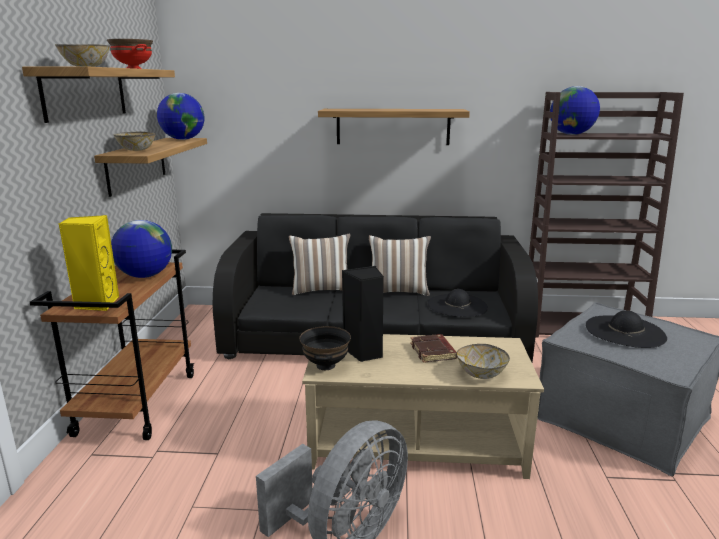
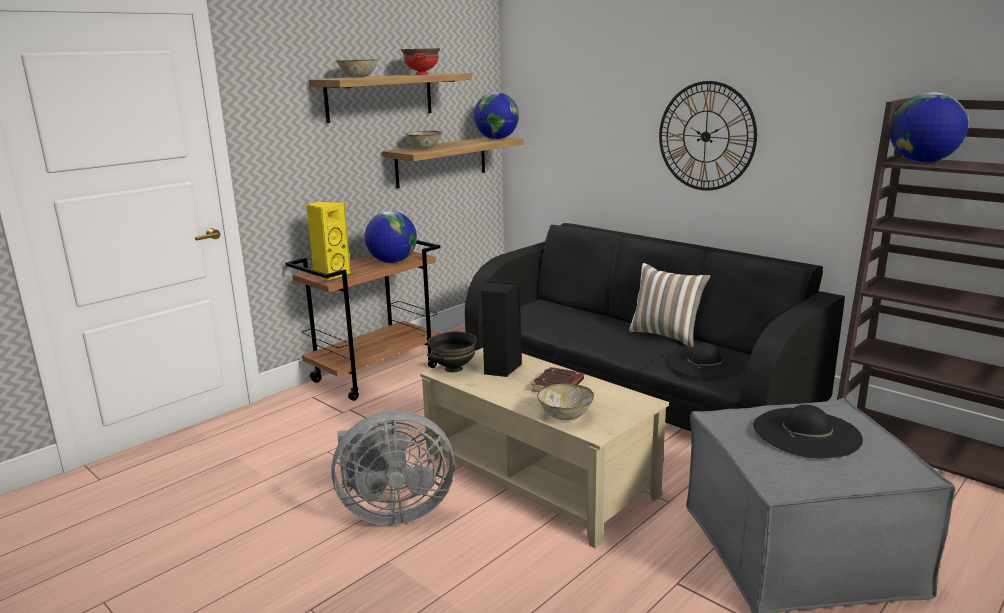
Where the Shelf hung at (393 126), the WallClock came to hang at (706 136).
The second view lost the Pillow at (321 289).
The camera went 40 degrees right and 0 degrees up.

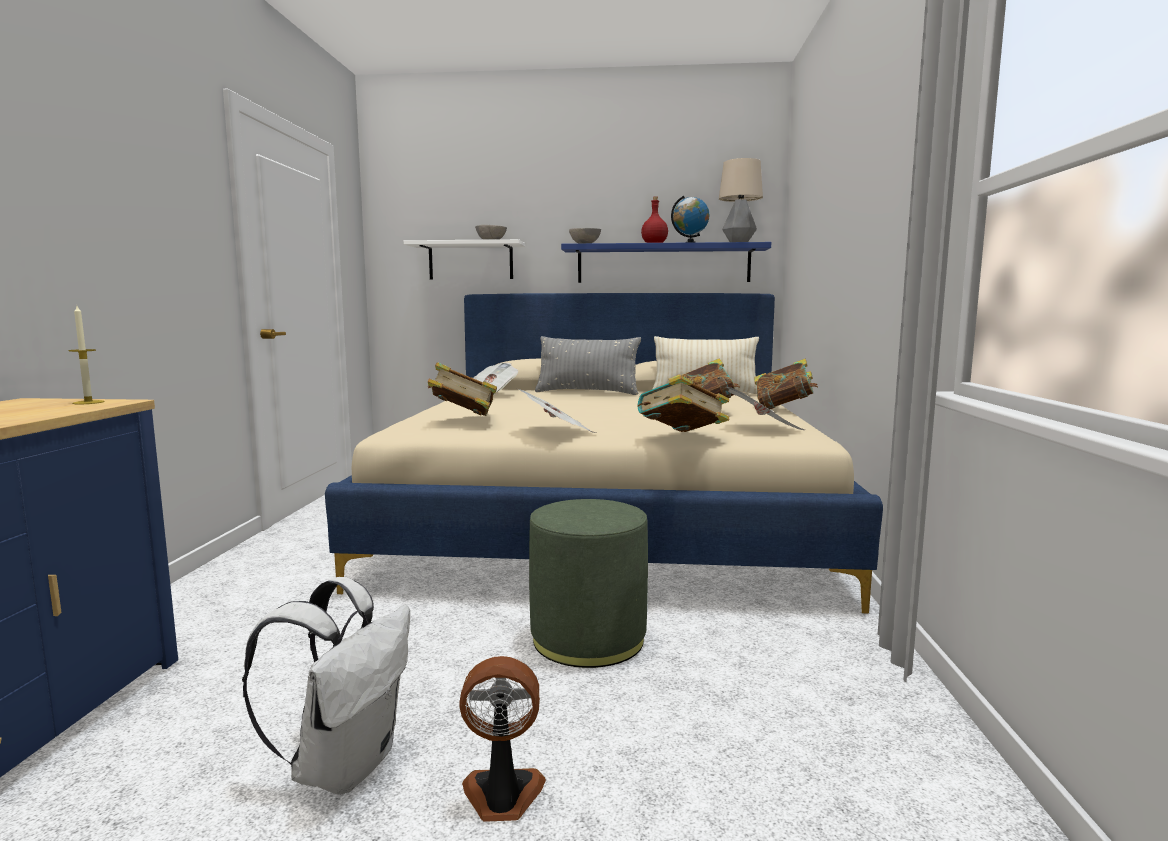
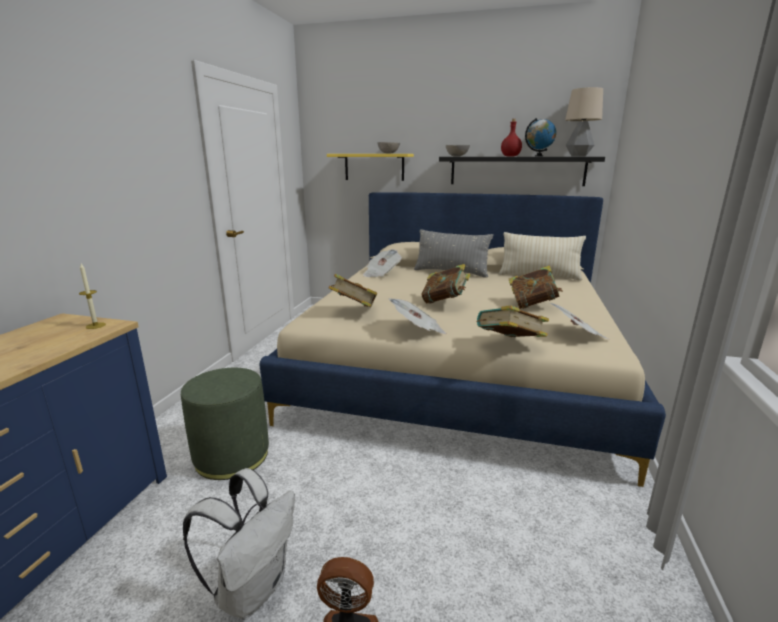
What was the WhiteShelf at (470 261) turned into the YellowShelf at (374 167).
What was the BlueShelf at (663 264) turned into the BlackShelf at (516 171).
The Book ended up elsewhere, having gone from (783 409) to (445 302).
The GreenOttoman ended up elsewhere, having gone from (588 638) to (232 456).
The camera went 10 degrees right and 10 degrees up.

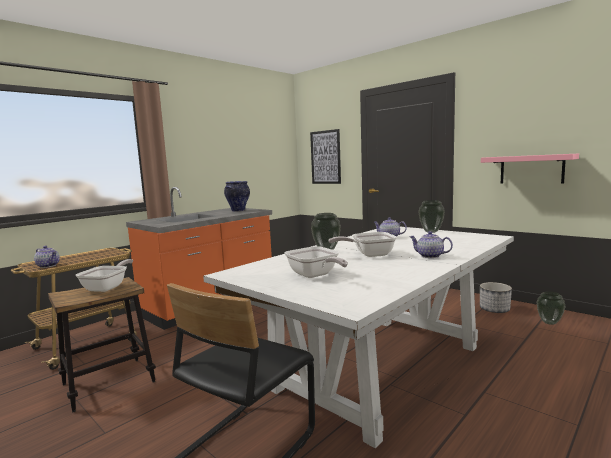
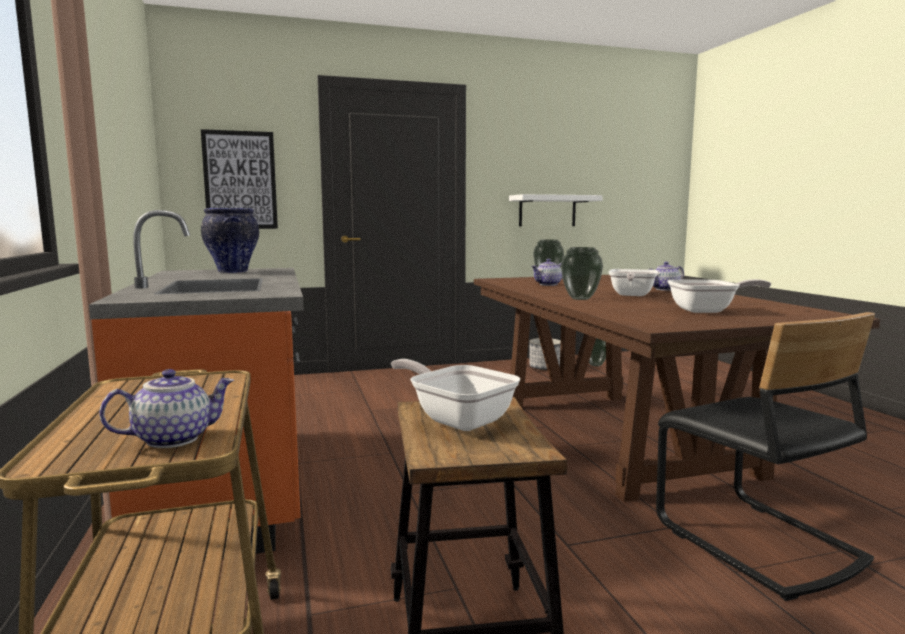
What was the PinkShelf at (531 169) turned into the WhiteShelf at (547 211).
What was the WhiteDiningTable at (380 368) turned into the BrownDiningTable at (620 437).
The camera went 60 degrees left and 0 degrees up.

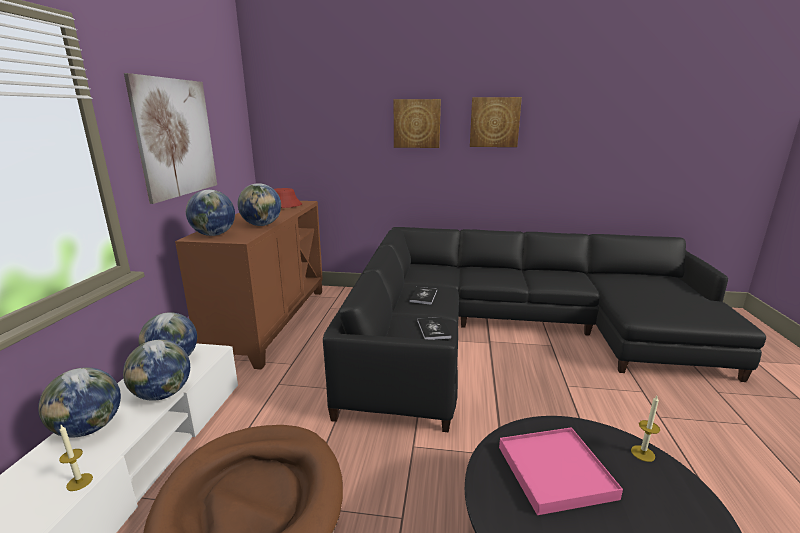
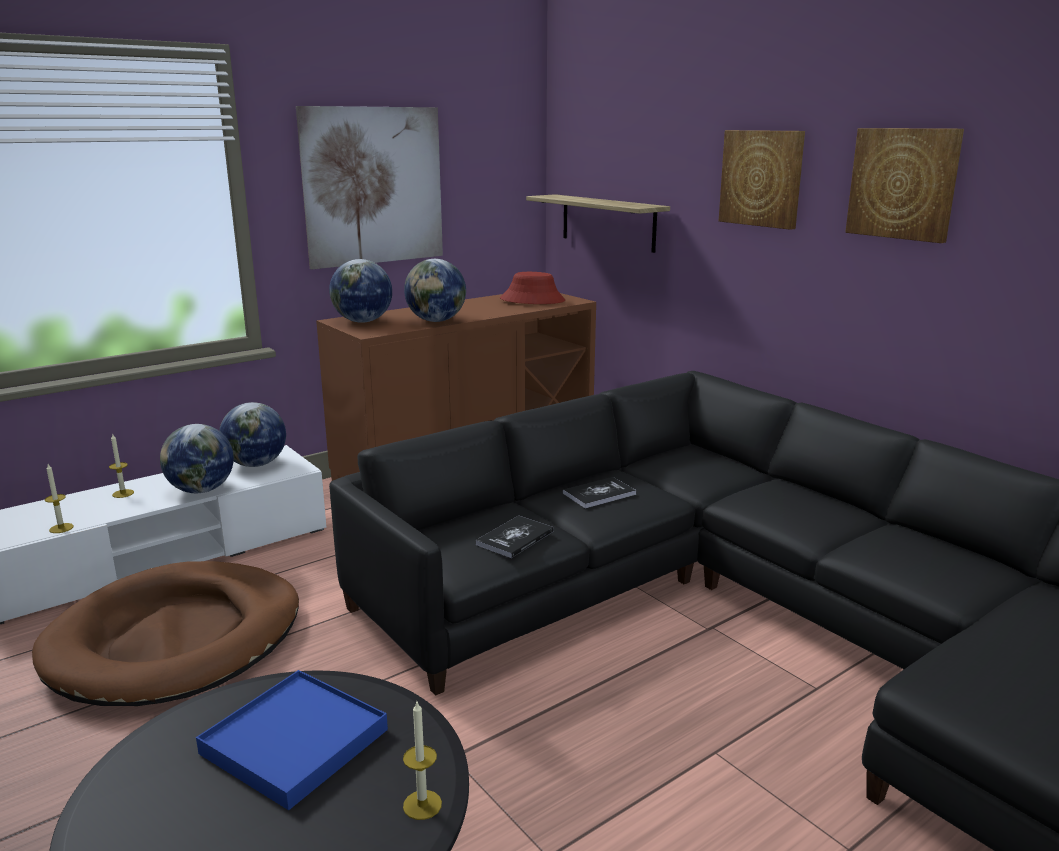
Where the Globe stood at (89 429), the Candle came to stand at (123 493).
What was the PinkTray at (555 472) turned into the BlueTray at (294 742).
The second view gained the Shelf at (607 222).
The camera went 45 degrees right and 0 degrees up.

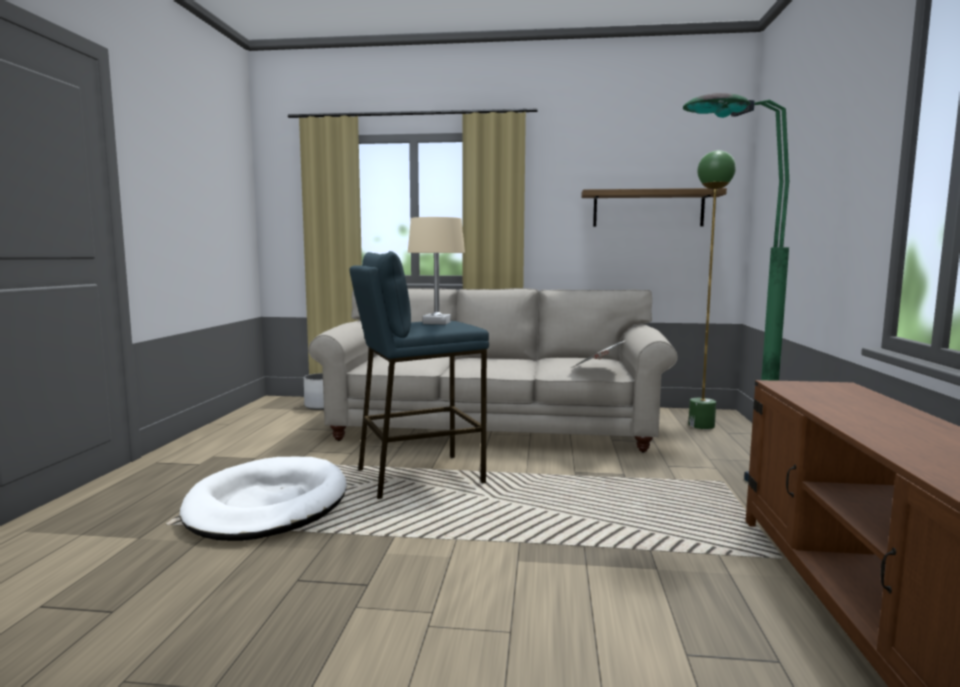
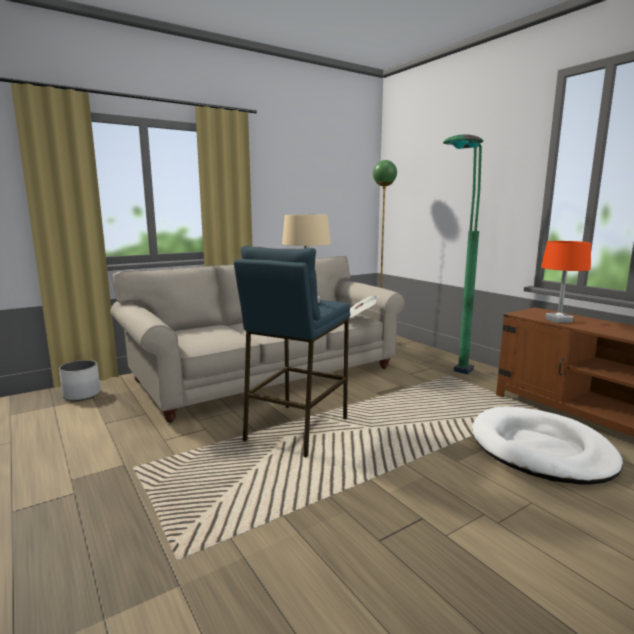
The second view lost the Shelf at (648 209).
The WhiteDogBed ended up elsewhere, having gone from (267 505) to (540 449).
The second view gained the OrangeTableLamp at (558 320).
The camera went 40 degrees left and 5 degrees up.

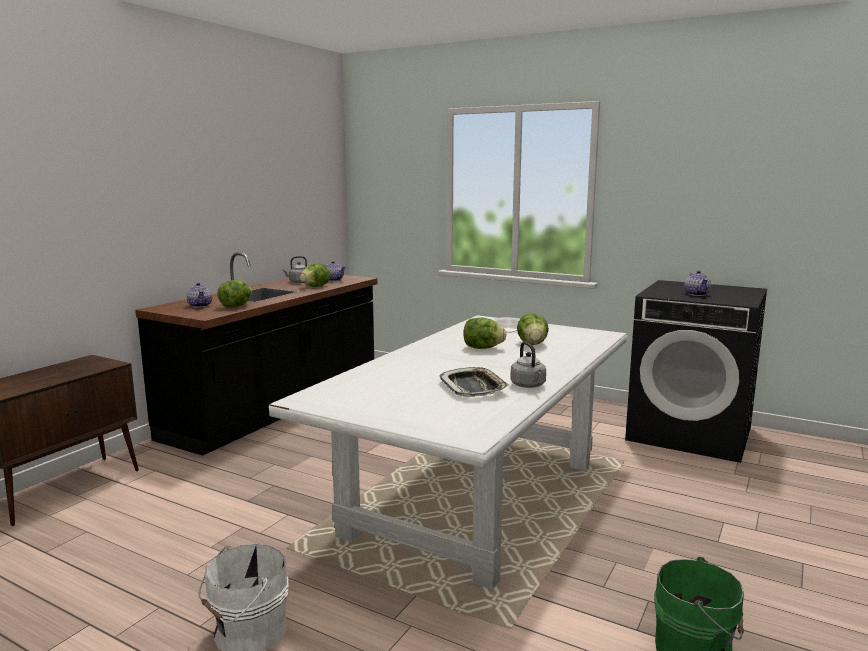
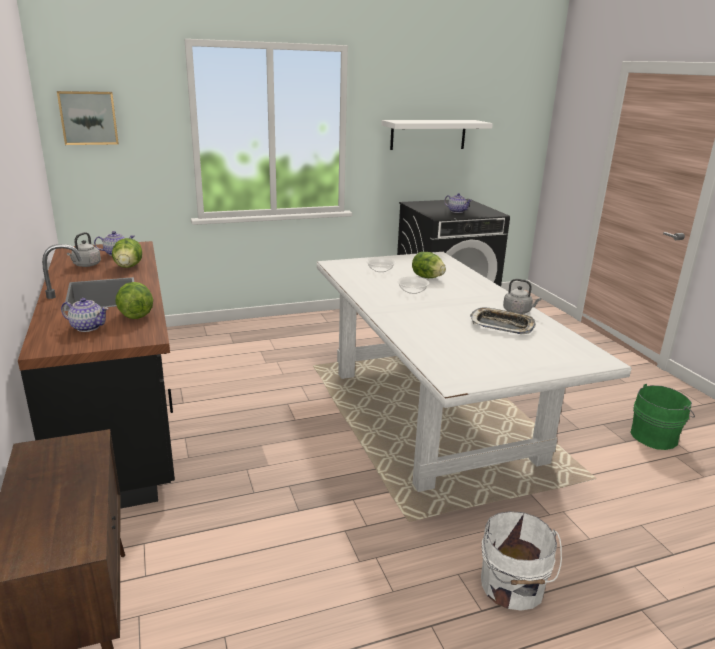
Where the Lettuce stood at (482 348), the Bowl came to stand at (412 291).
The second view gained the Picture at (88 118).
The second view gained the WhiteShelf at (428 134).
The camera went 50 degrees left and 10 degrees up.

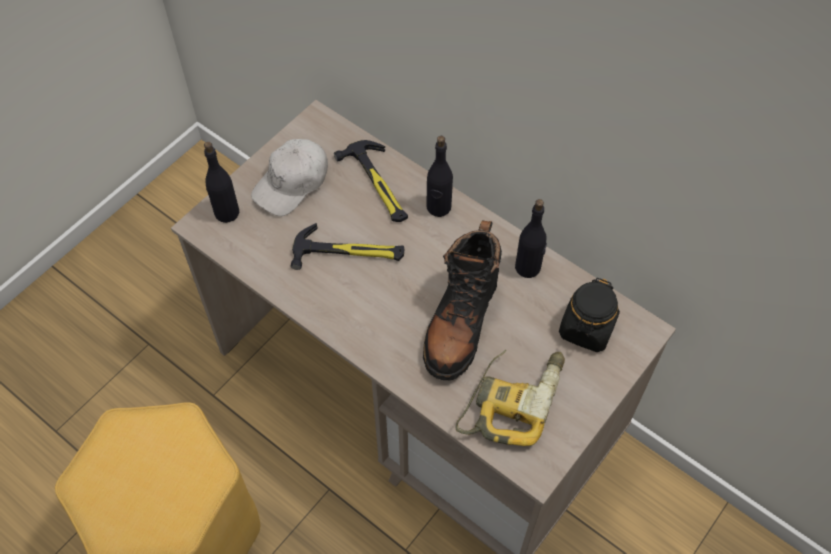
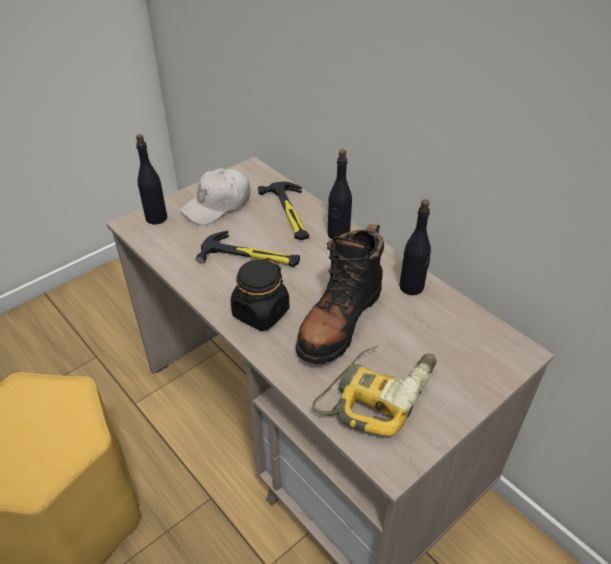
The BlackJar ended up elsewhere, having gone from (587 328) to (260 313).
The camera went 10 degrees right and 15 degrees down.

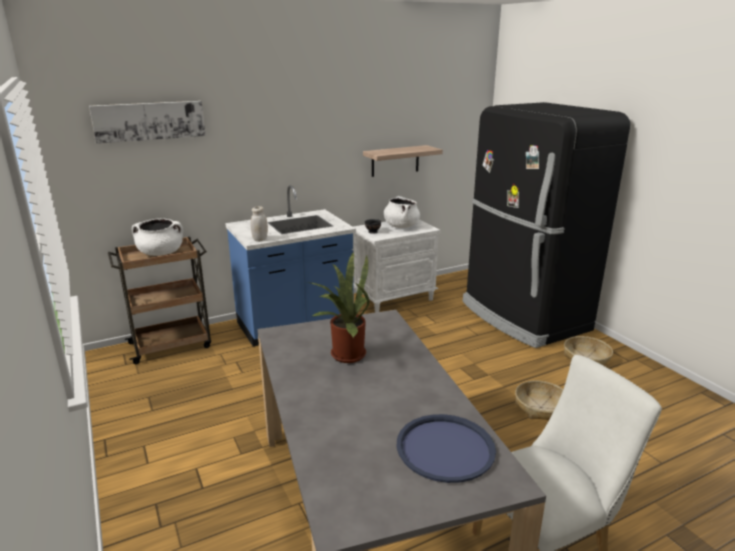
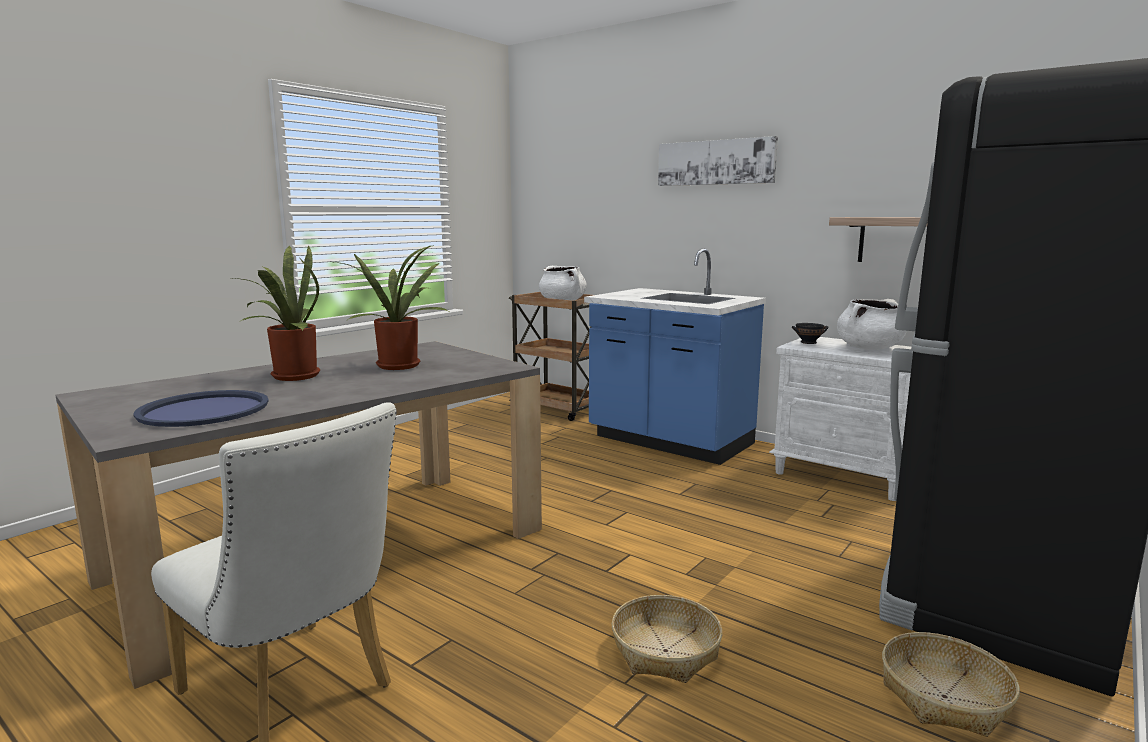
The Picture ended up elsewhere, having gone from (149 121) to (715 162).
The second view lost the WhiteJar at (260 239).
The second view gained the PottedPlant at (290 376).
The camera went 65 degrees right and 10 degrees down.

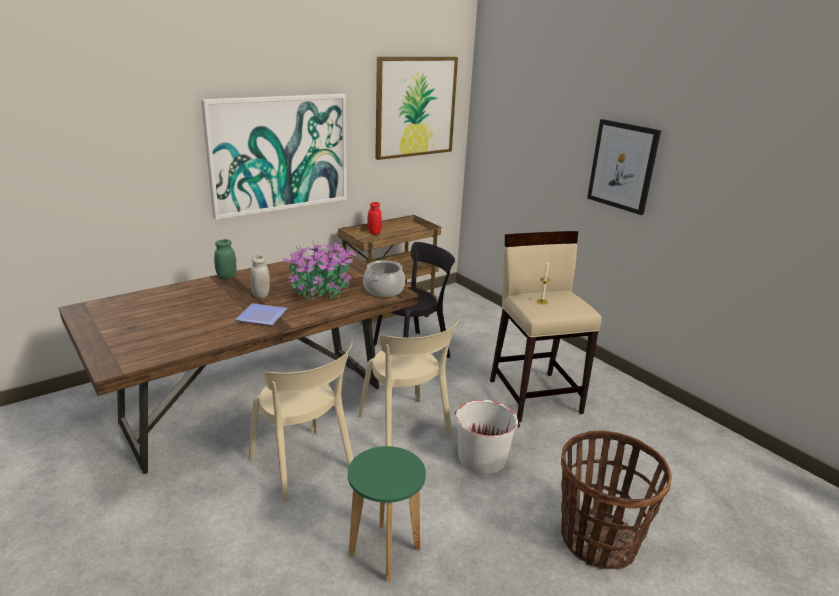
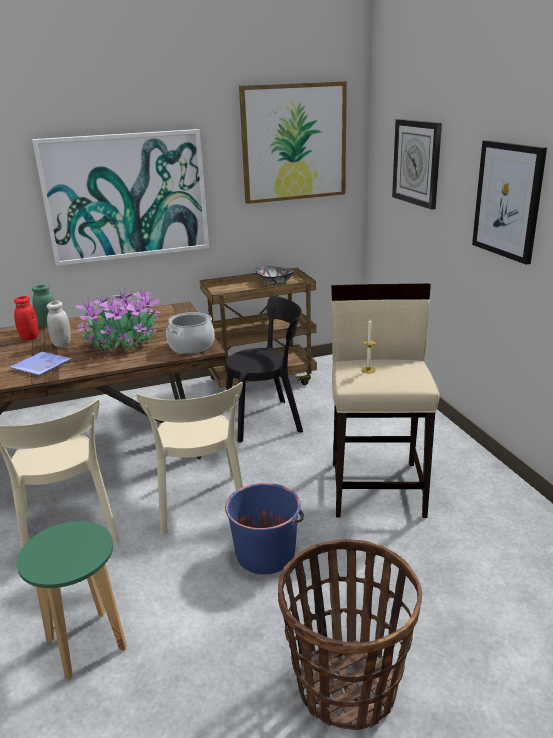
The RedJar ended up elsewhere, having gone from (374 233) to (29 338).
What was the WhiteBucket at (482 457) turned into the BlueBucket at (266 553).
The second view gained the WallClock at (417 162).
The second view gained the Bowl at (275 282).
The camera went 20 degrees right and 0 degrees up.

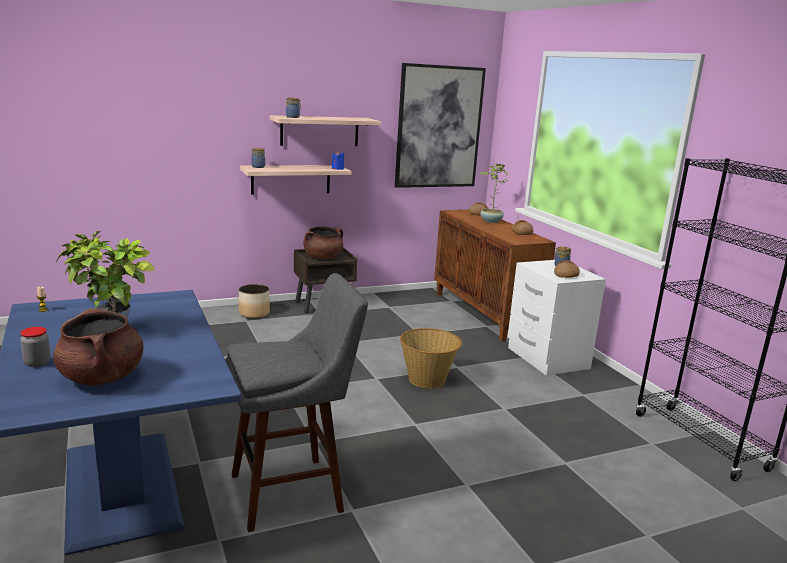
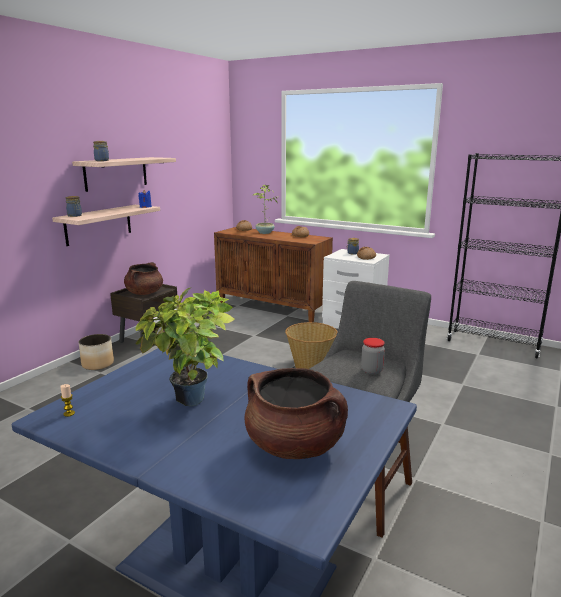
The second view lost the Picture at (438 127).
The Jar ended up elsewhere, having gone from (37 363) to (372 370).
The camera went 35 degrees left and 0 degrees up.

